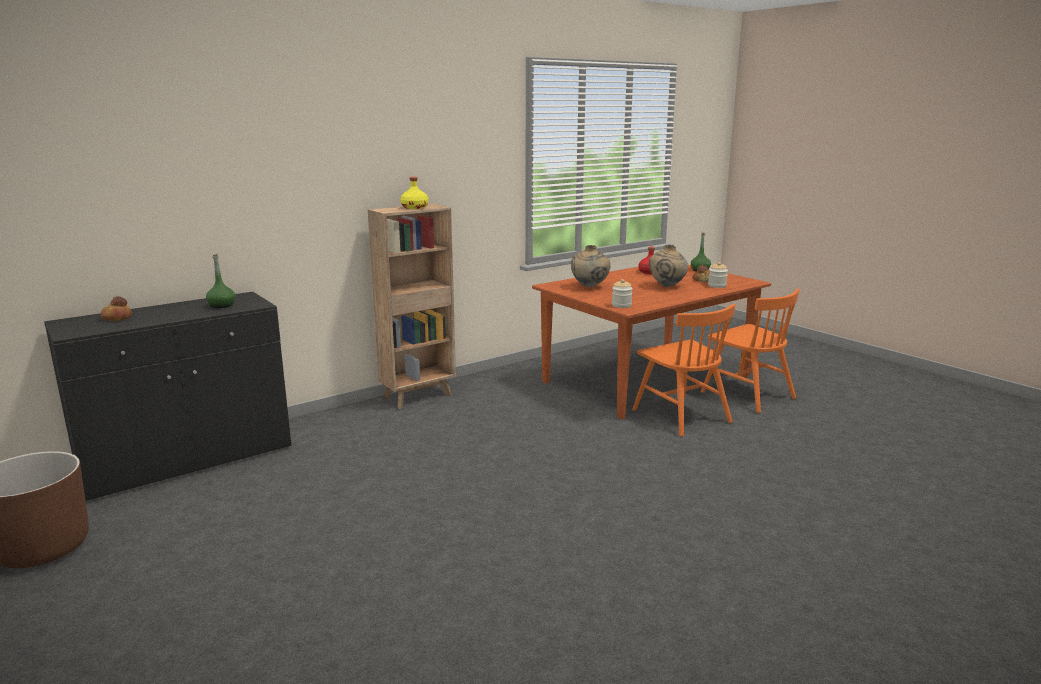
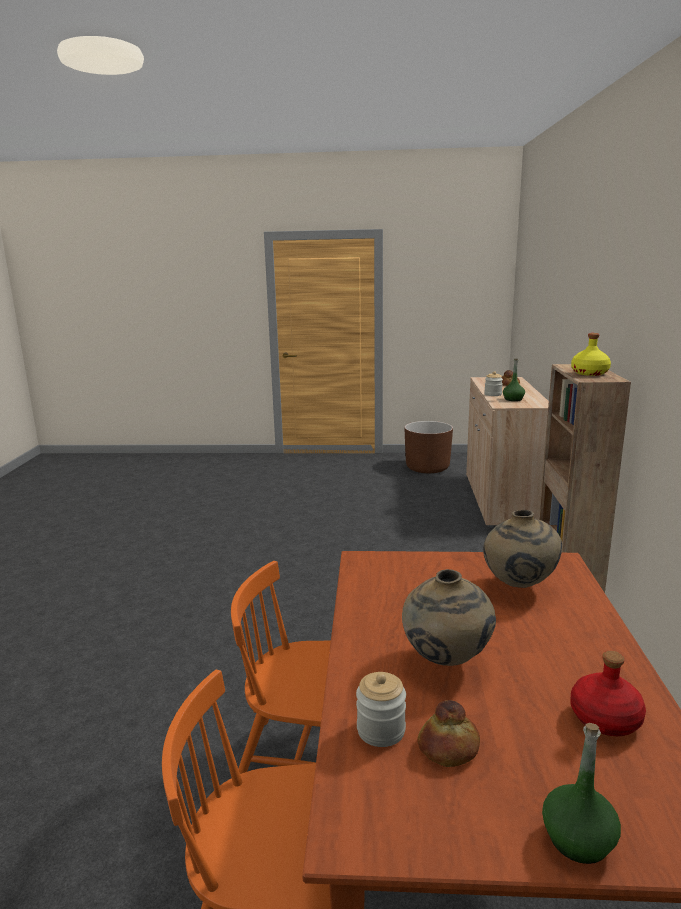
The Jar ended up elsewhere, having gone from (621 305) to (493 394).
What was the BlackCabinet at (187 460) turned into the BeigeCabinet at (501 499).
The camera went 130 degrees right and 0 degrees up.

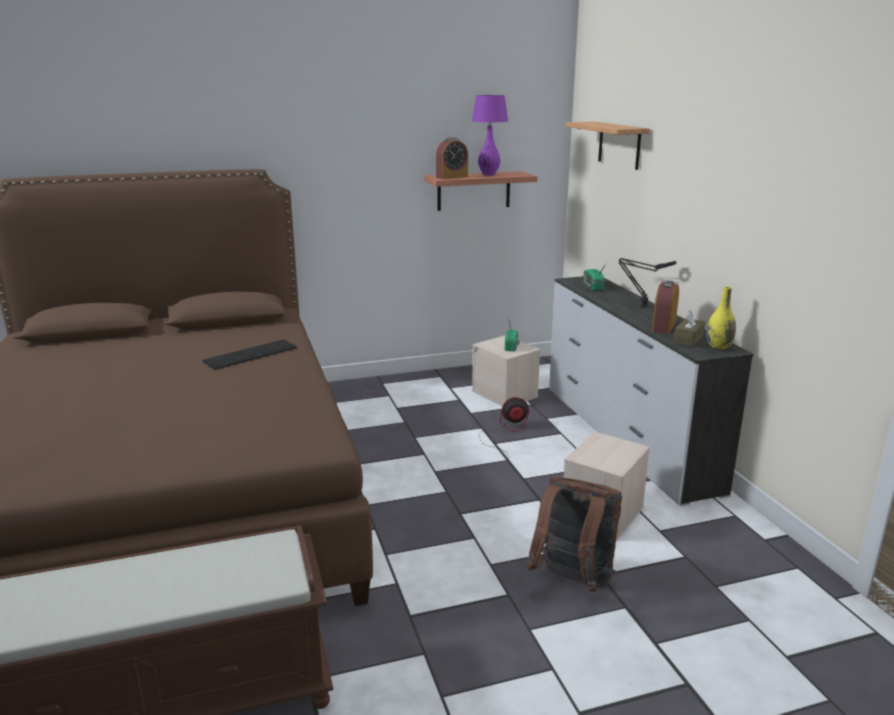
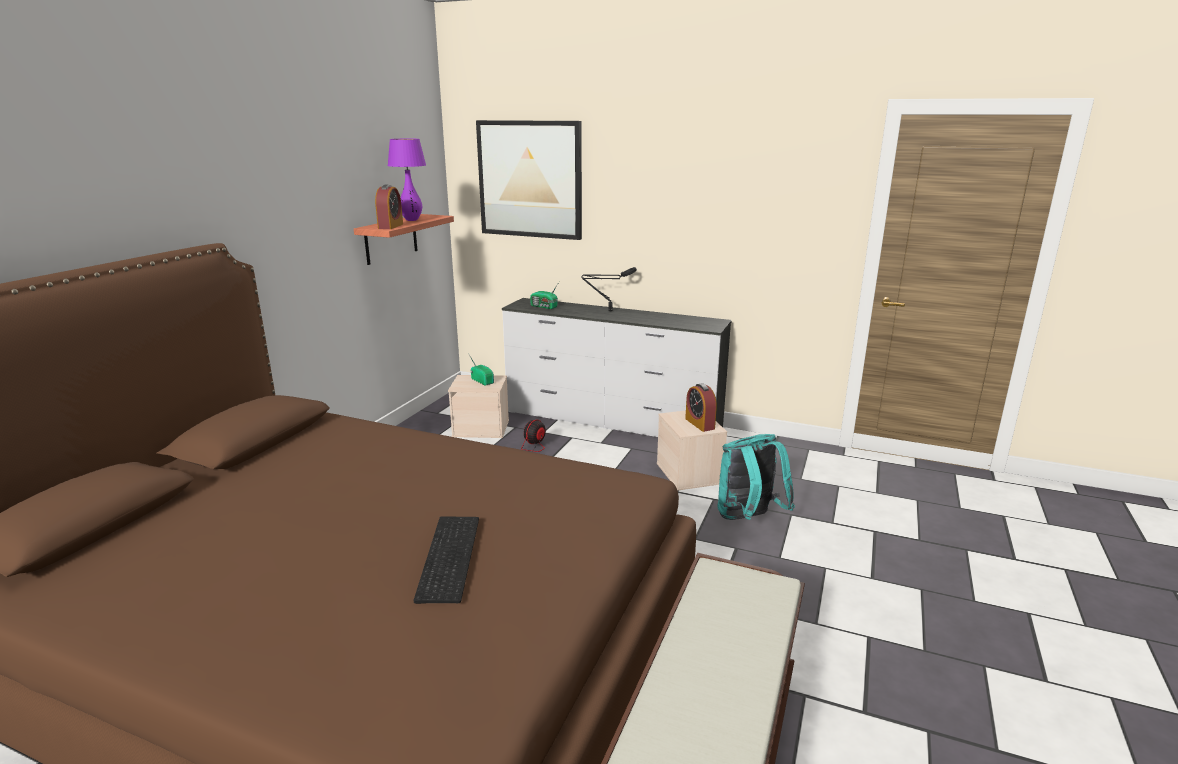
Where the Shelf hung at (619 145), the Picture came to hang at (530 179).
The AlarmClock ended up elsewhere, having gone from (664 327) to (699 424).
The second view lost the YellowVase at (718 346).
The second view lost the BrownTissueBox at (688 339).
The Keyboard ended up elsewhere, having gone from (250 354) to (446 556).
What was the BrownBackpack at (573 582) turned into the TurquoiseBackpack at (748 519).
The camera went 50 degrees left and 0 degrees up.

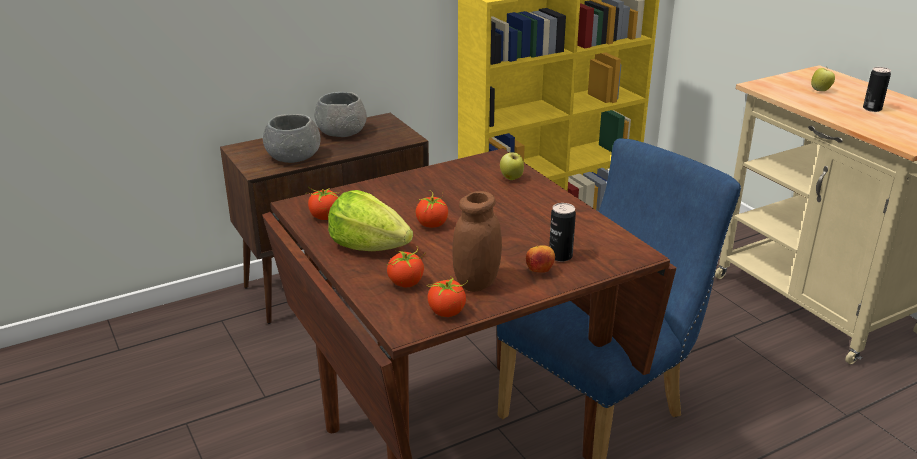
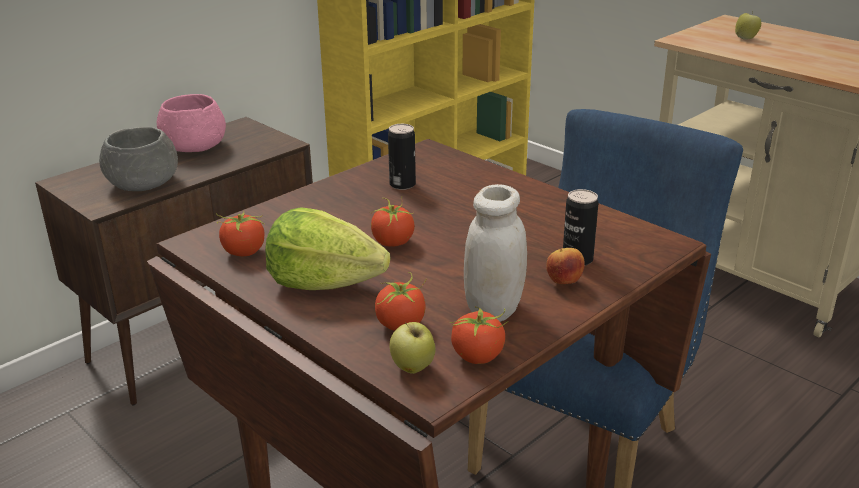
The Can ended up elsewhere, having gone from (872 109) to (402 185).
What was the GreyBowl at (341 132) turned into the PinkBowl at (194 146).
The Apple ended up elsewhere, having gone from (511 178) to (412 368).
What was the BrownJar at (477 283) turned into the WhiteJar at (494 310).
The camera went 15 degrees left and 0 degrees up.

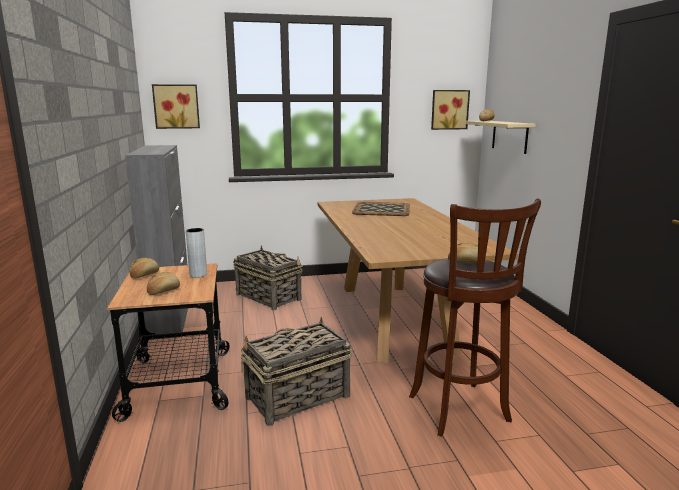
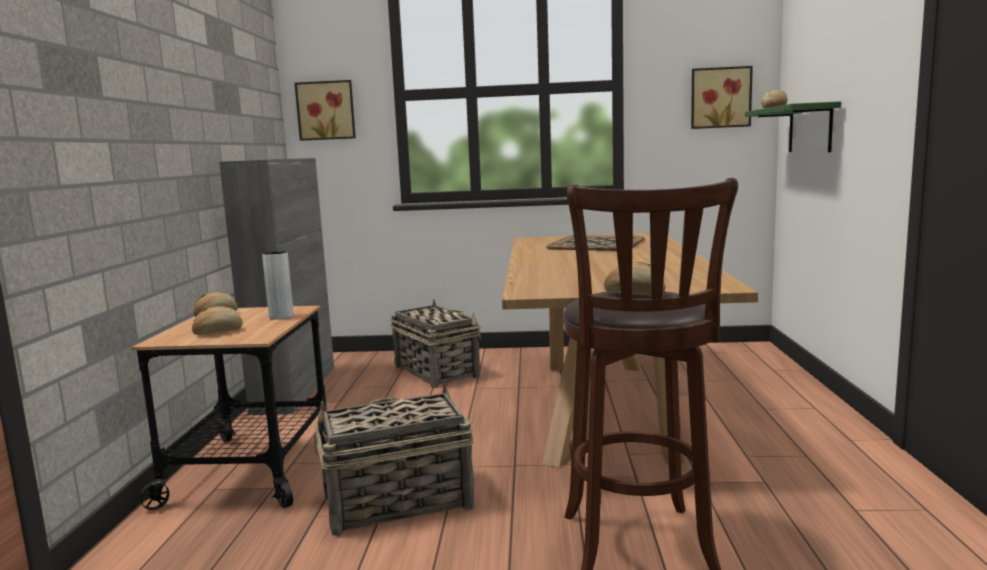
What was the BeigeShelf at (509 136) turned into the GreenShelf at (810 129).
The camera went 15 degrees right and 5 degrees down.

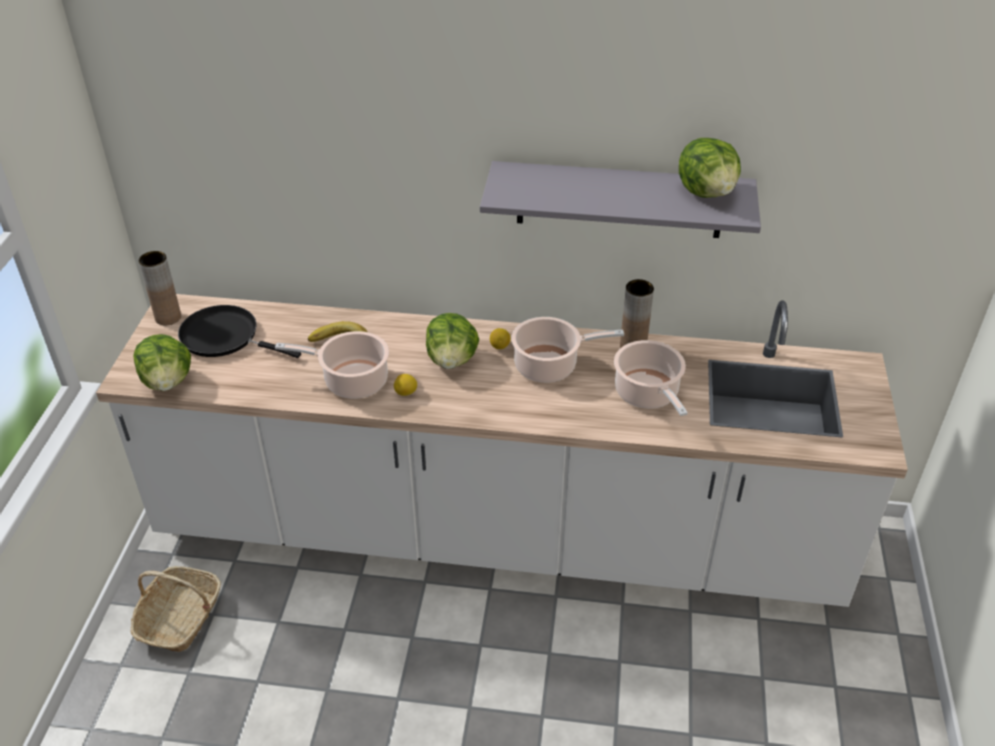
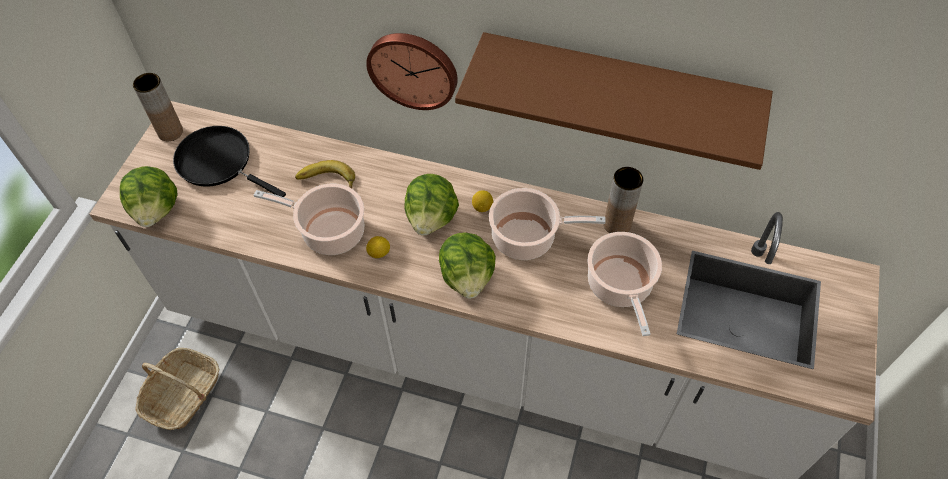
The Lettuce ended up elsewhere, having gone from (707 192) to (467 277).
What was the GreyShelf at (619 200) turned into the BrownShelf at (618 88).
The second view gained the WallClock at (413 69).
The camera went 10 degrees right and 15 degrees up.

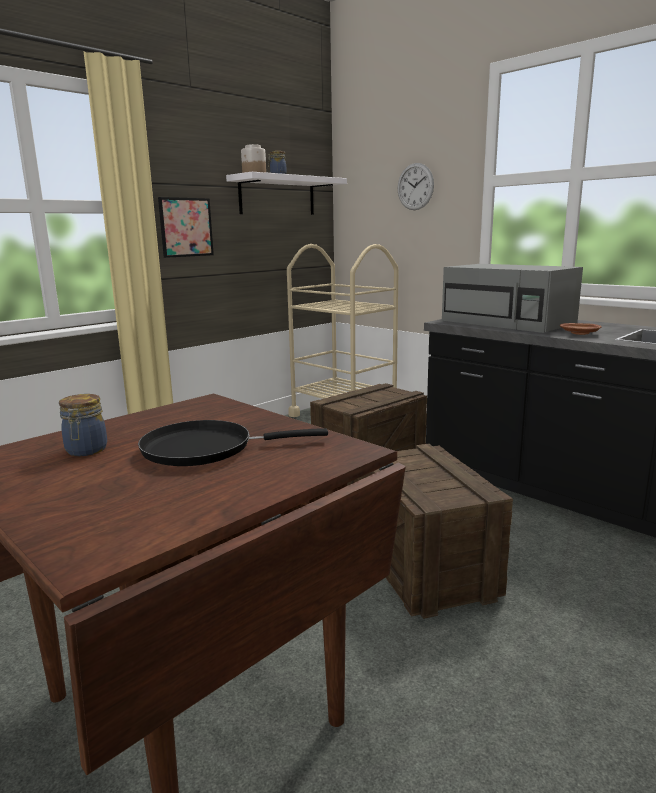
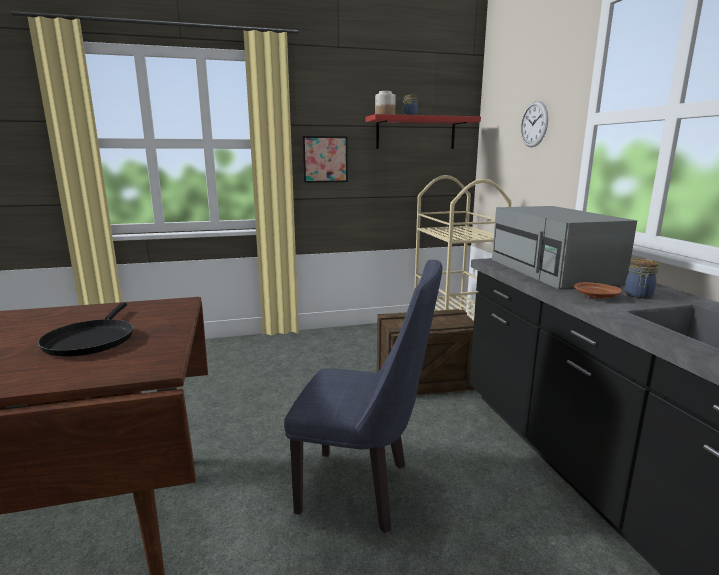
What was the WhiteShelf at (277 196) turned into the RedShelf at (416 133).
The Jar ended up elsewhere, having gone from (86 451) to (638 295).
The BlackFryingPan at (205 449) ended up facing another way, 120 degrees counterclockwise from before.
Where the Crate stood at (426 567), the BlueChair came to stand at (364 489).
The camera went 30 degrees right and 0 degrees up.

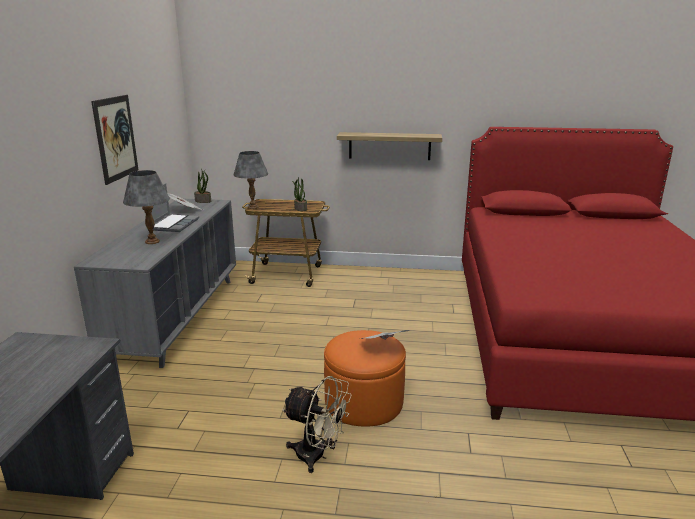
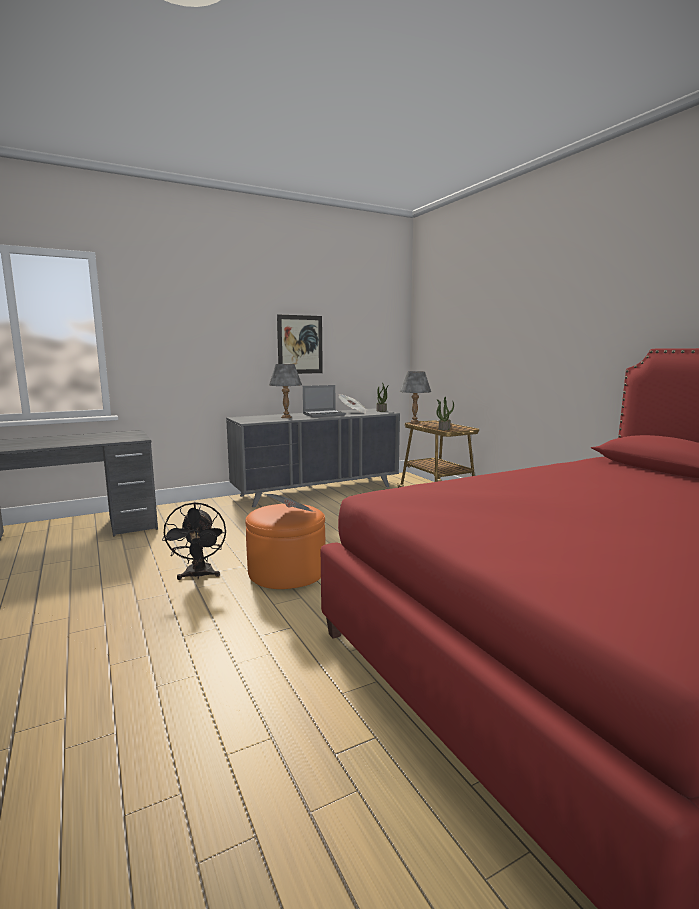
The second view lost the Shelf at (389 146).
What was the BeigeFan at (317 456) turned into the BlackFan at (198 576).
The camera went 55 degrees right and 10 degrees down.

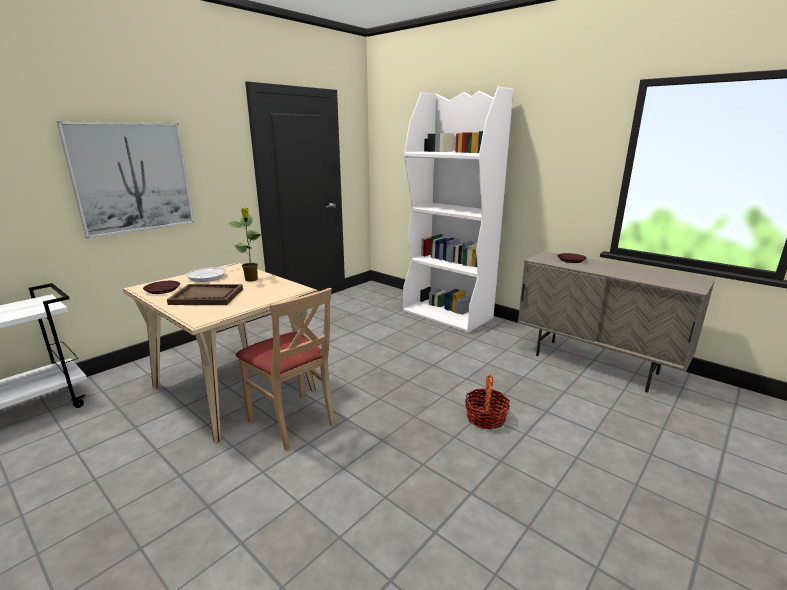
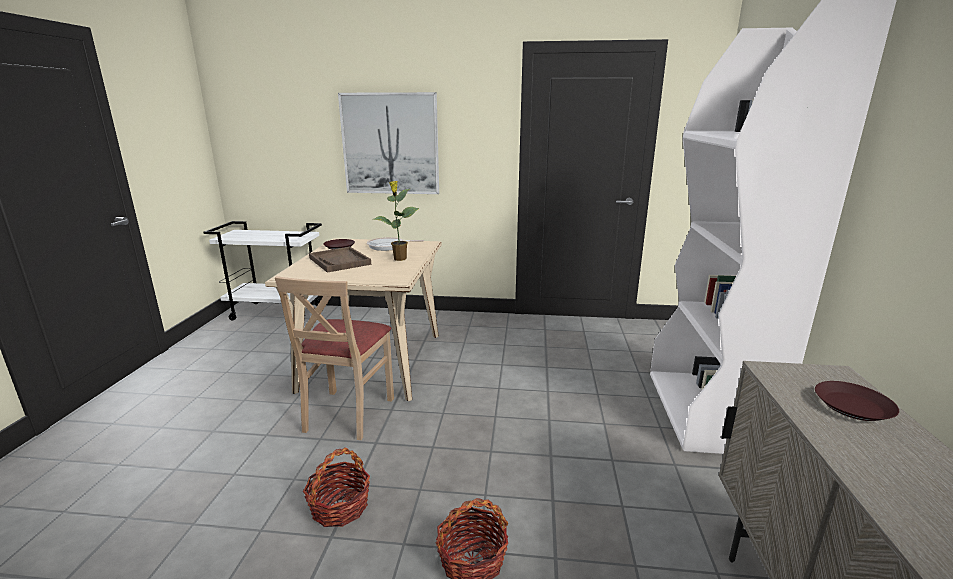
The second view gained the Basket at (339 507).
The camera went 55 degrees right and 0 degrees up.

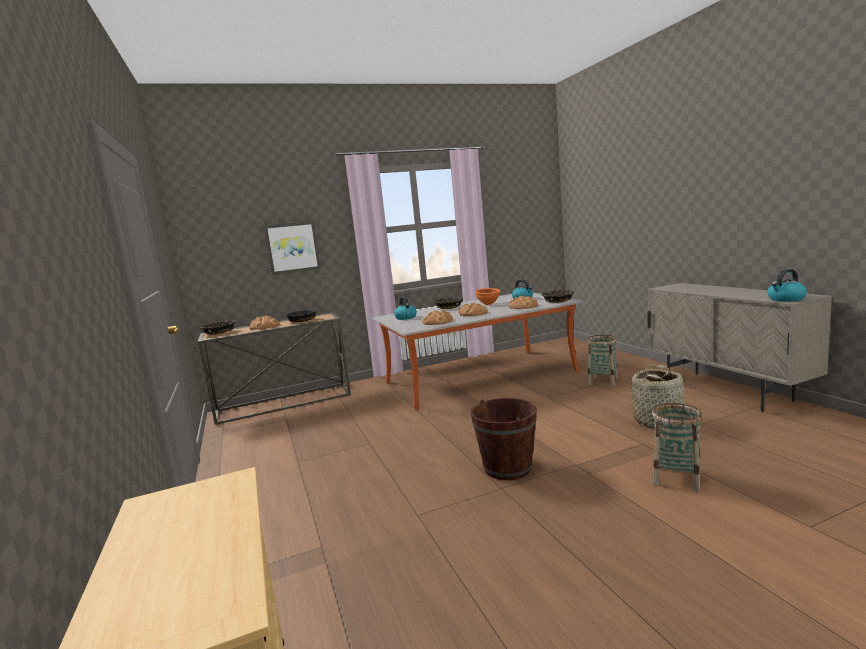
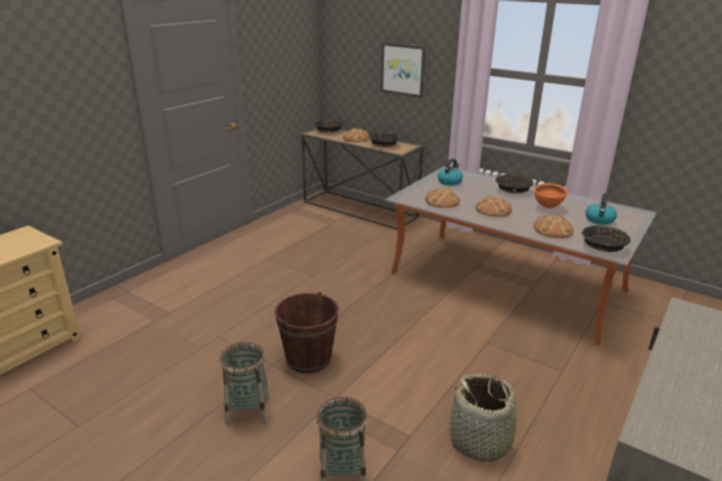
The second view lost the Kettle at (786 299).
The Basket ended up elsewhere, having gone from (603 381) to (247 410).
The camera went 55 degrees right and 15 degrees up.

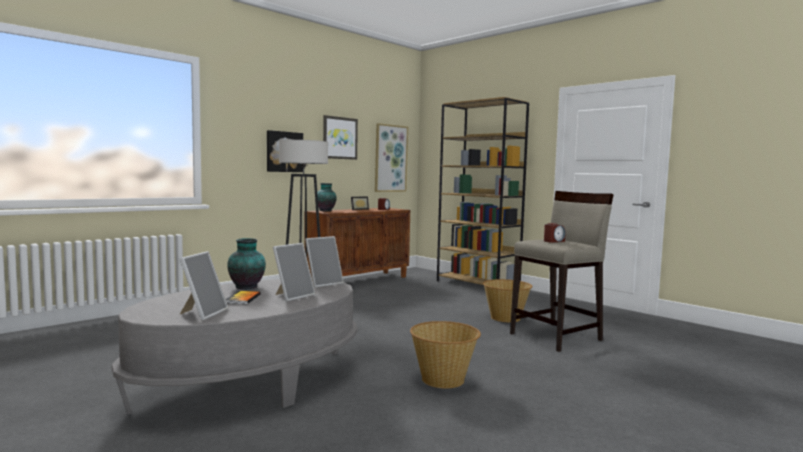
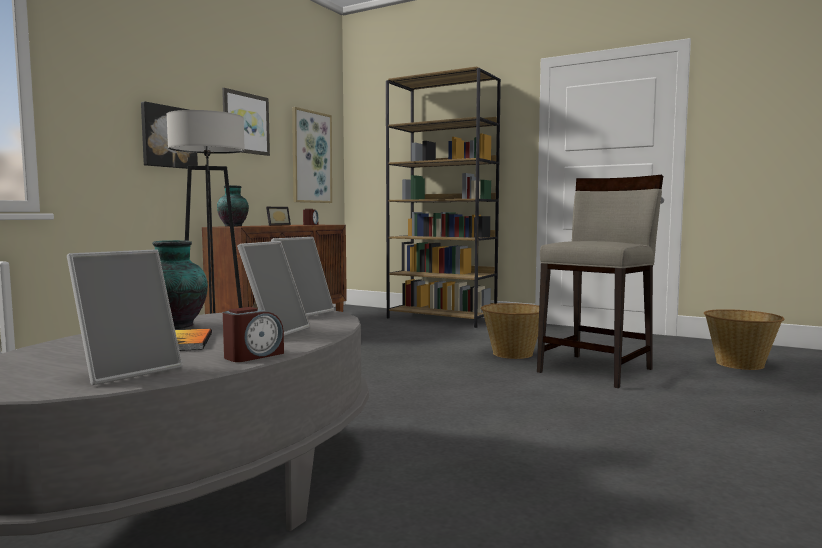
The AlarmClock ended up elsewhere, having gone from (554 241) to (253 356).
The PictureFrame at (202 313) ended up facing another way, 45 degrees clockwise from before.
The Basket ended up elsewhere, having gone from (443 379) to (740 364).
The camera went 15 degrees left and 0 degrees up.

